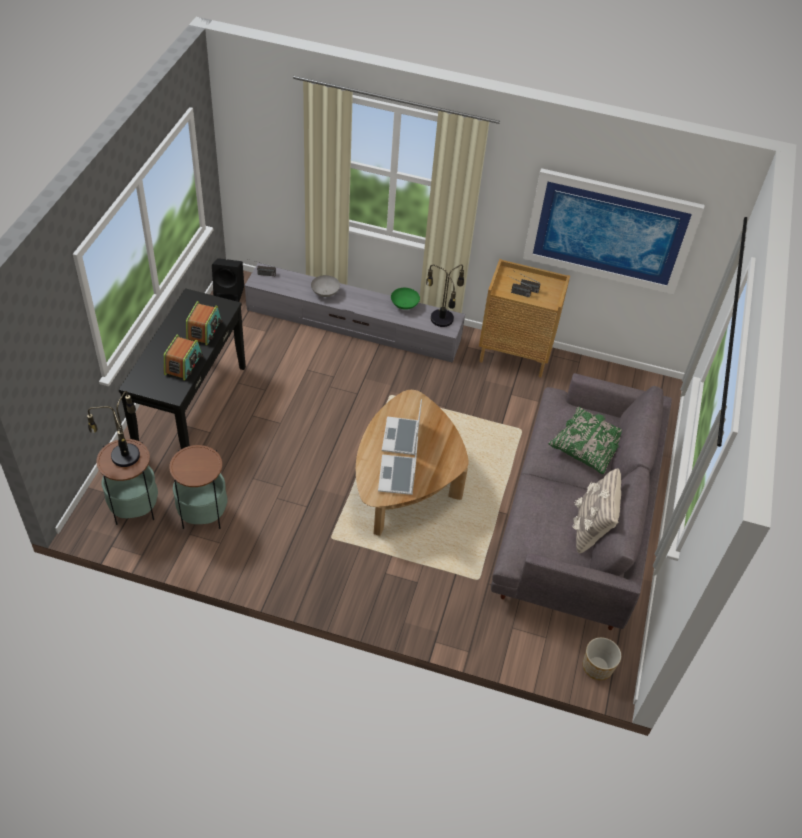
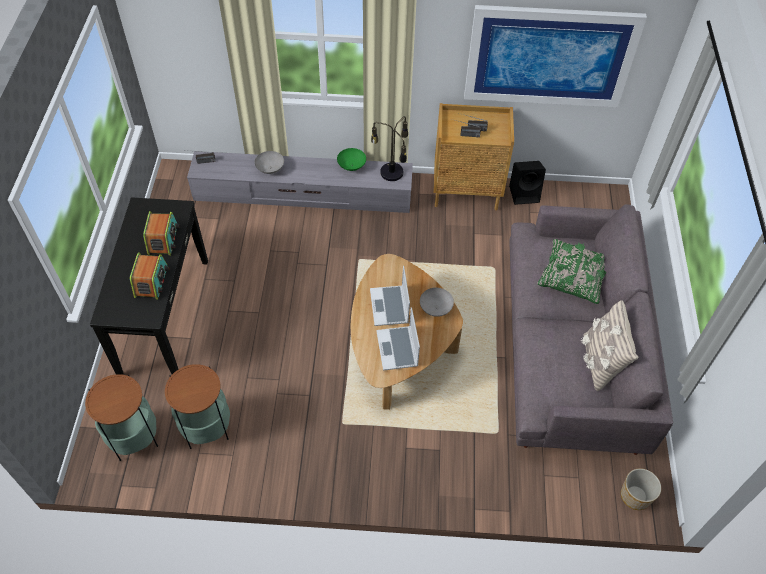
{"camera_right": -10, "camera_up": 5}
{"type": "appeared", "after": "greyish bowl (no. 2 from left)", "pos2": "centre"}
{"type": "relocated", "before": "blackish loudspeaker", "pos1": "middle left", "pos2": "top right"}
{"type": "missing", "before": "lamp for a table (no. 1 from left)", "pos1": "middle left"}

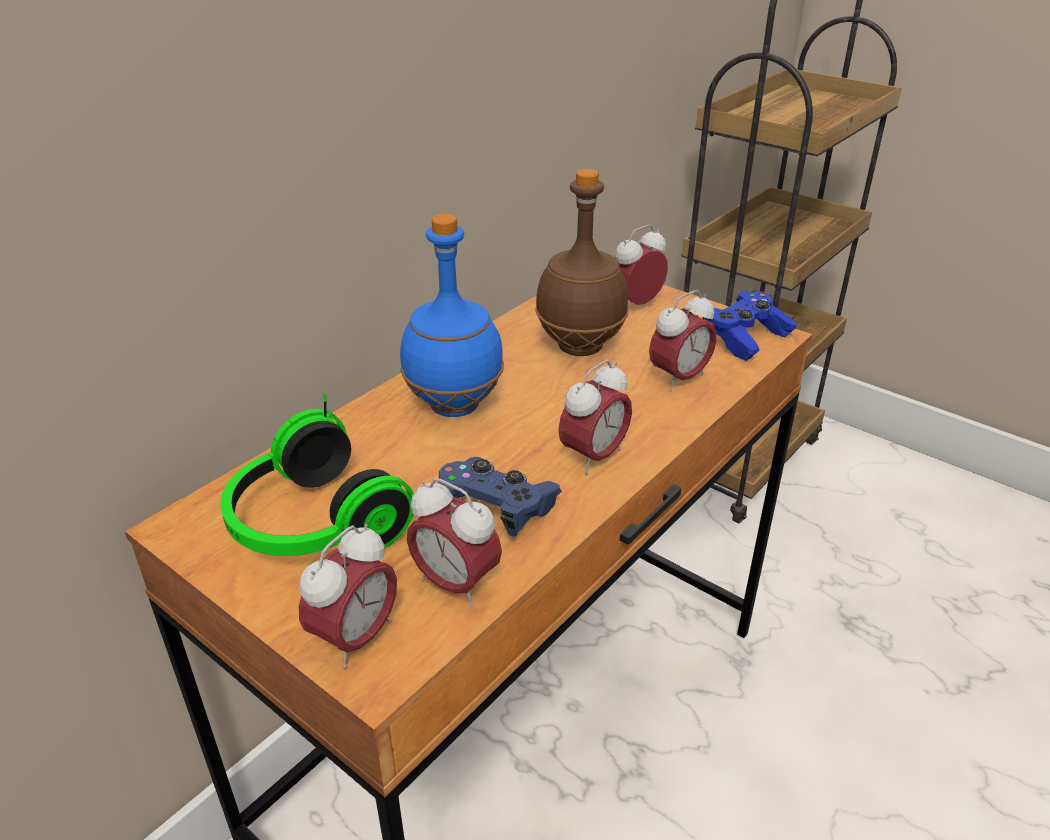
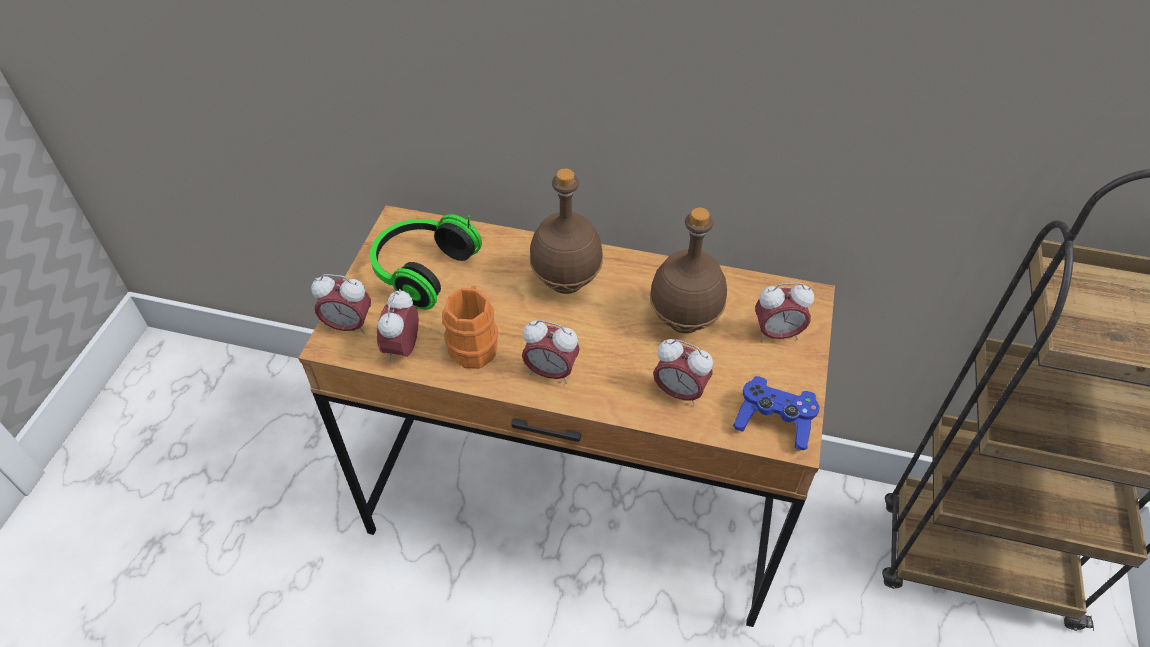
{"camera_right": 65, "camera_up": 15}
{"type": "exchanged", "before": "blue joypad (no. 1 from left)", "after": "orangey tea mug", "pos1": "centre", "pos2": "centre"}
{"type": "colour", "before": "blue beverage bottle", "after": "brownish beverage bottle (no. 1 from left)", "pos1": "centre", "pos2": "centre"}
{"type": "spun", "before": "alarm clock (no. 4 from left in the first image)", "pos1": "top centre", "pos2": "middle right", "turn": 150}

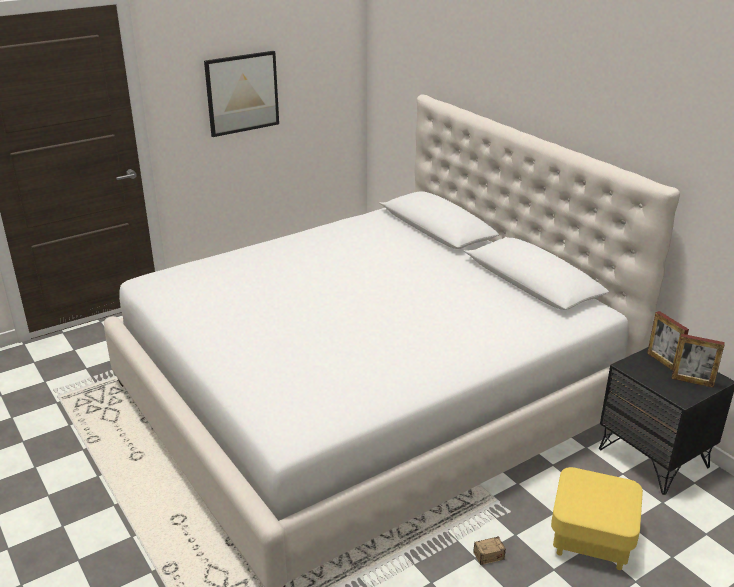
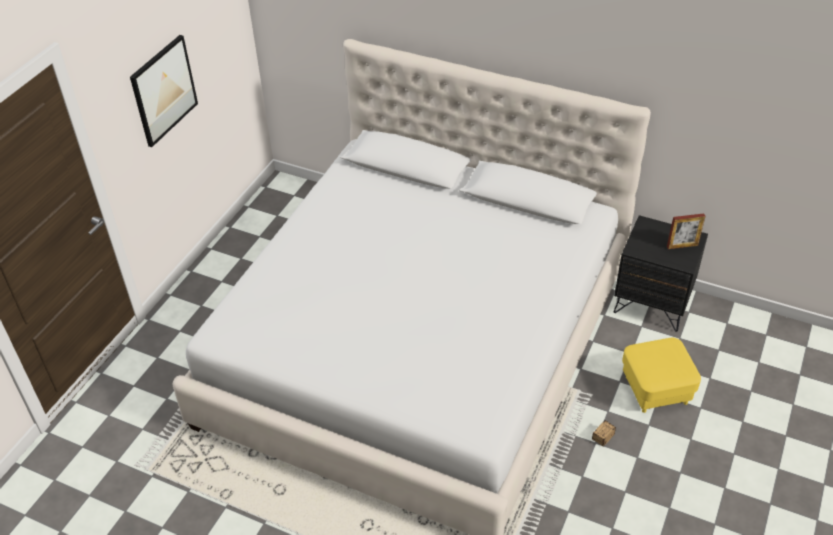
{"camera_right": -30, "camera_up": 15}
{"type": "missing", "before": "photo frame (no. 1 from left)", "pos1": "middle right"}

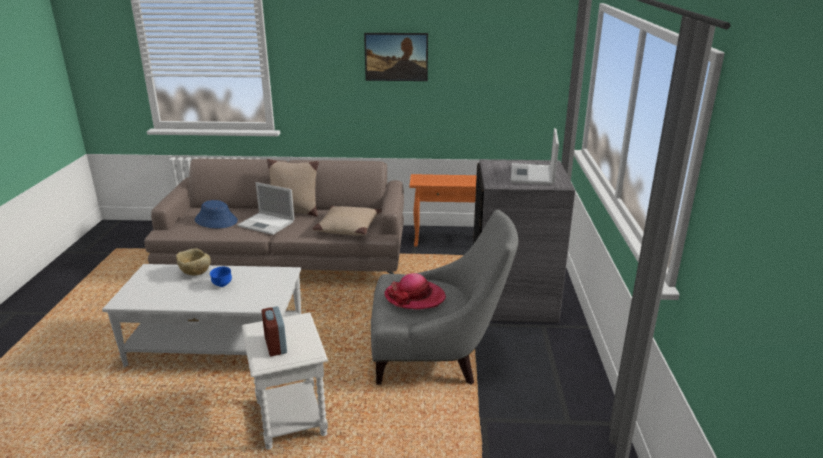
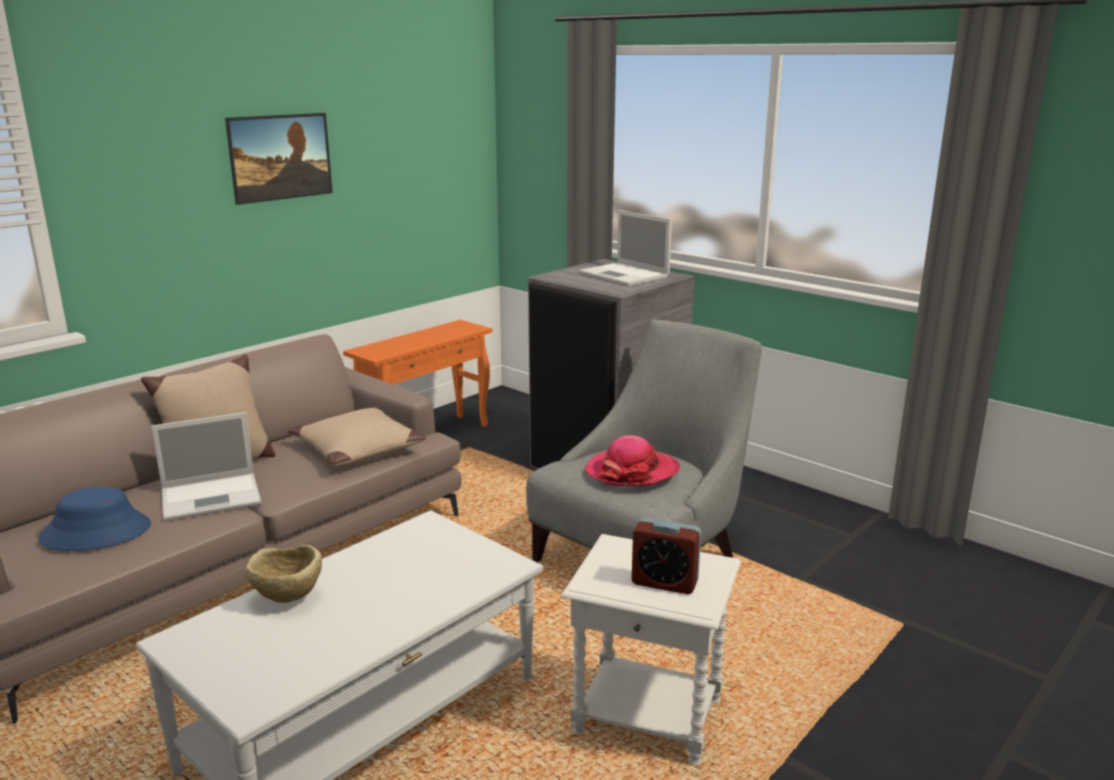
{"camera_right": -50, "camera_up": -5}
{"type": "missing", "before": "blue bowl", "pos1": "middle left"}

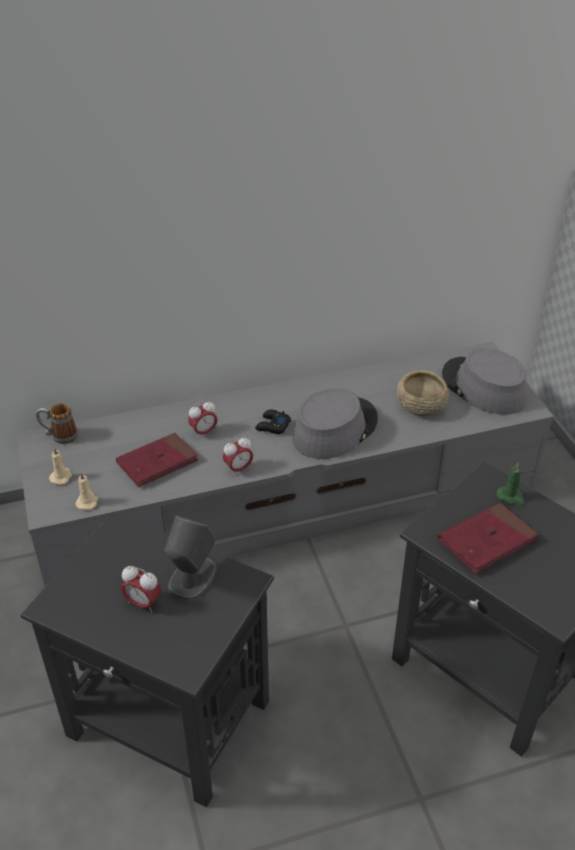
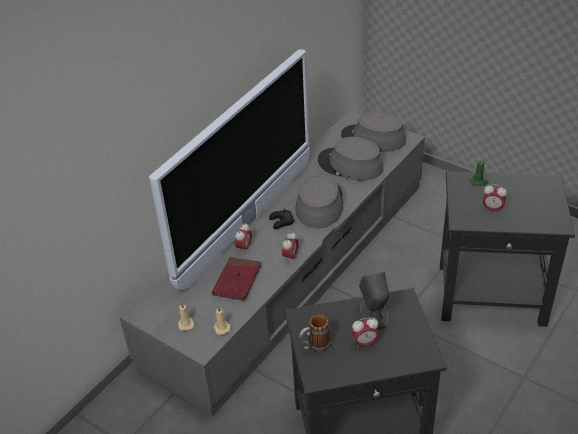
{"camera_right": -35, "camera_up": 0}
{"type": "appeared", "after": "TV", "pos2": "centre"}
{"type": "relocated", "before": "tea mug", "pos1": "middle left", "pos2": "bottom centre"}
{"type": "exchanged", "before": "beige-coloured bowl", "after": "greyish wearable hat (no. 2 from left)", "pos1": "middle right", "pos2": "centre"}
{"type": "exchanged", "before": "red-coloured bound book (no. 2 from left)", "after": "alarm clock (no. 4 from left)", "pos1": "middle right", "pos2": "middle right"}

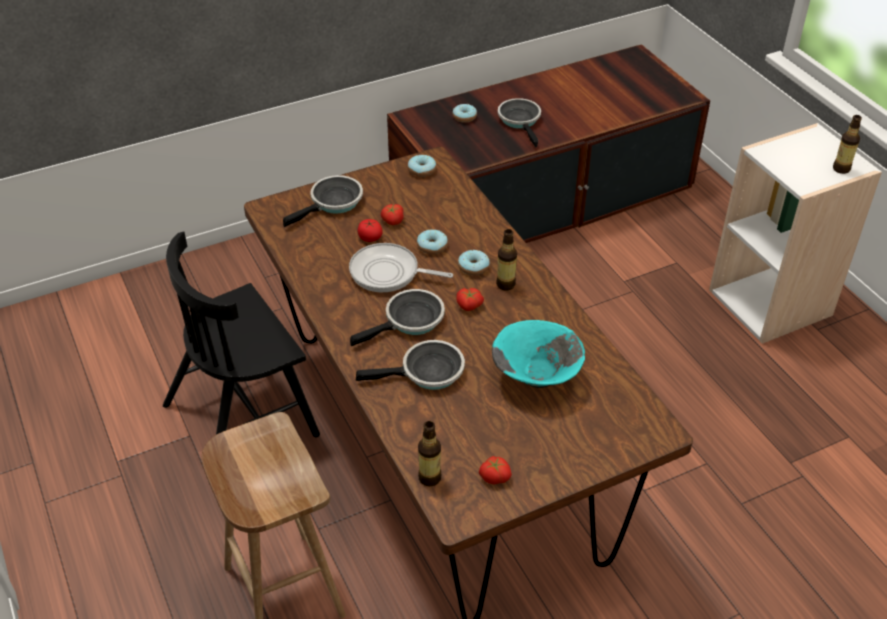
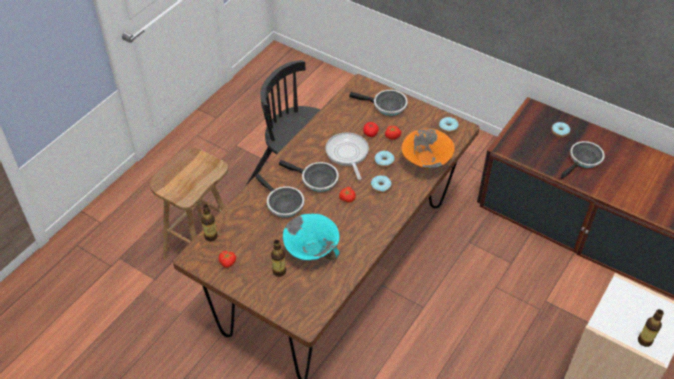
{"camera_right": 60, "camera_up": 5}
{"type": "relocated", "before": "beverage bottle (no. 2 from left)", "pos1": "centre", "pos2": "bottom centre"}
{"type": "appeared", "after": "orangey bowl", "pos2": "centre"}

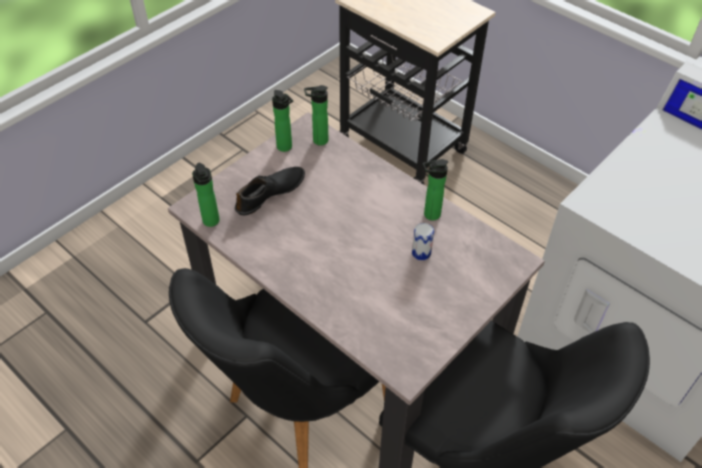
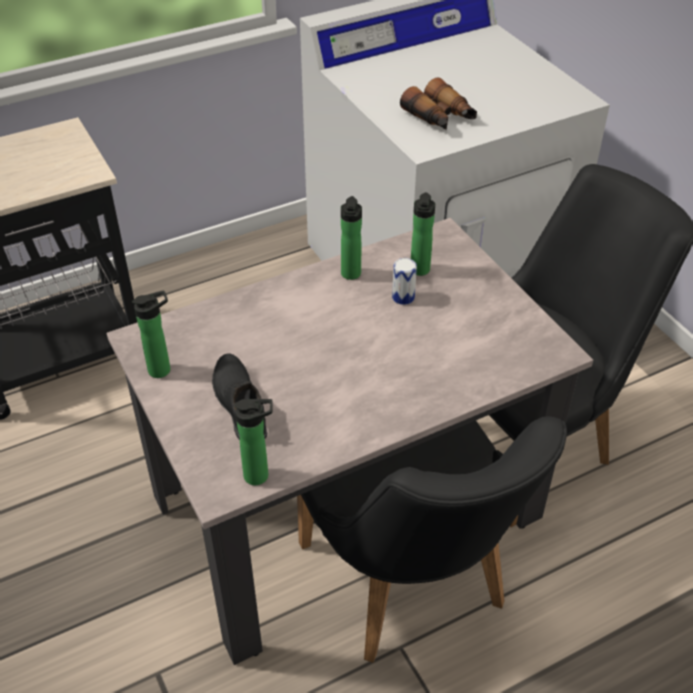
{"camera_right": -70, "camera_up": -5}
{"type": "appeared", "after": "binoculars", "pos2": "top centre"}
{"type": "relocated", "before": "beverage bottle (no. 3 from left in the first image)", "after": "beverage bottle (no. 4 from left)", "pos1": "top centre", "pos2": "centre"}

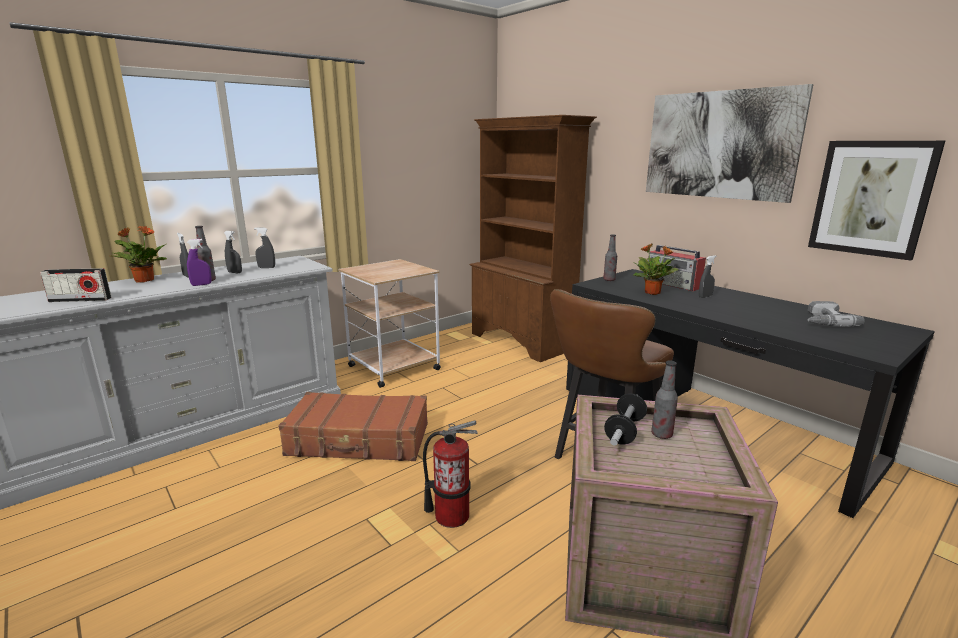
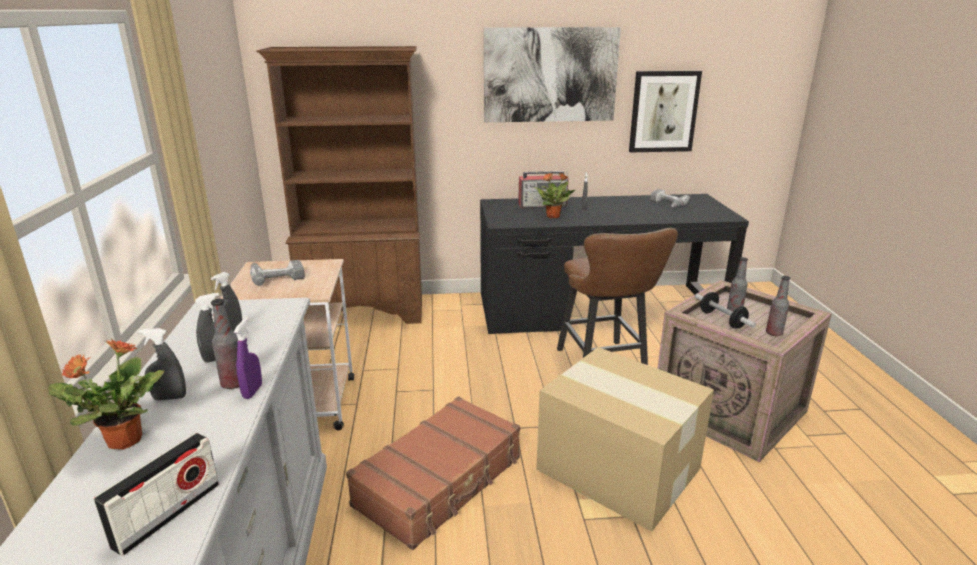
{"camera_right": -55, "camera_up": 5}
{"type": "appeared", "after": "electric drill (no. 1 from left)", "pos2": "middle left"}
{"type": "exchanged", "before": "fire extinguisher", "after": "carton", "pos1": "bottom centre", "pos2": "bottom centre"}
{"type": "relocated", "before": "beverage bottle (no. 2 from left in the first image)", "after": "beverage bottle (no. 3 from left)", "pos1": "centre", "pos2": "middle right"}

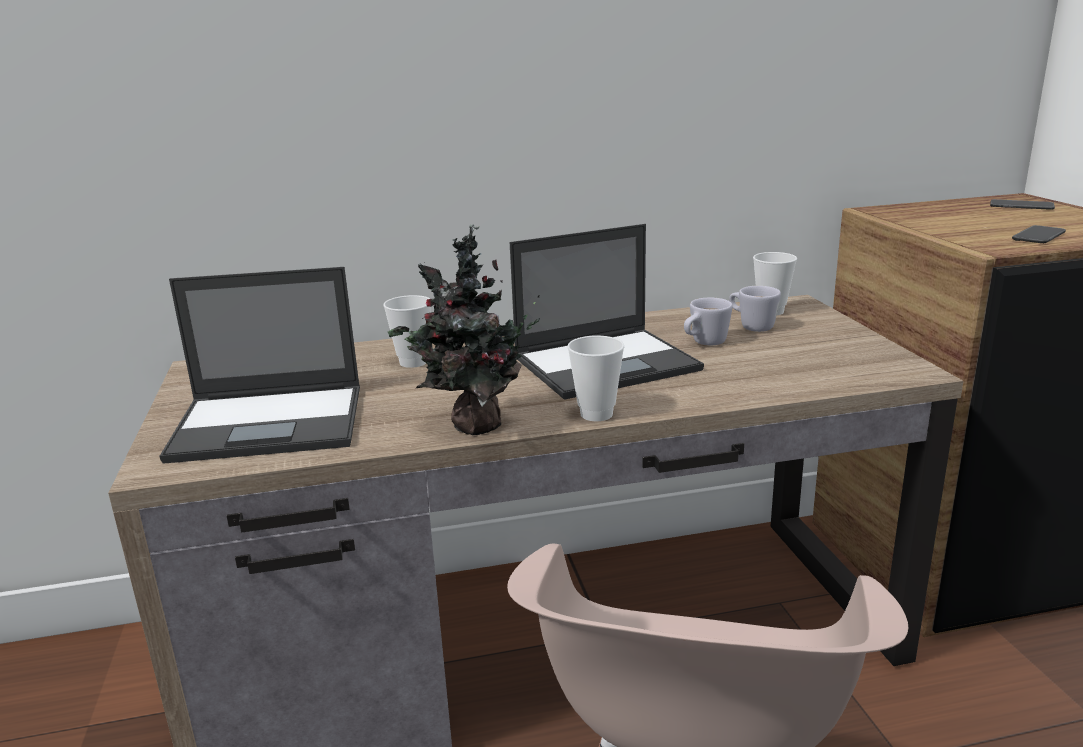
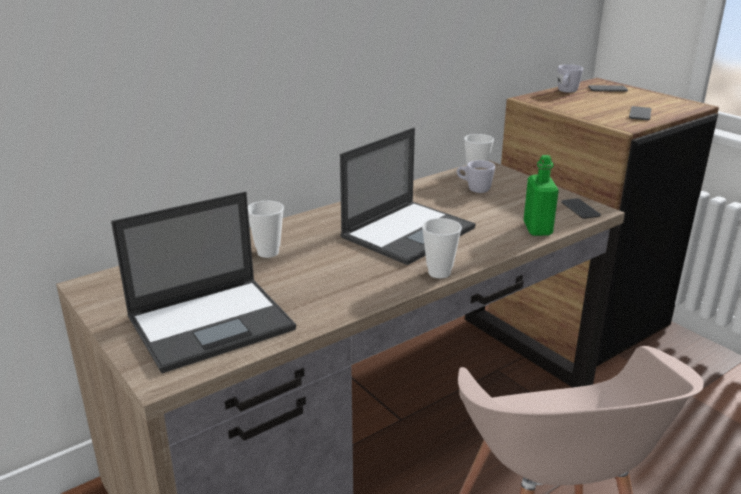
{"camera_right": -25, "camera_up": 5}
{"type": "appeared", "after": "green beverage bottle", "pos2": "middle right"}
{"type": "relocated", "before": "whitish tea mug (no. 1 from left in the first image)", "after": "whitish tea mug (no. 2 from left)", "pos1": "centre", "pos2": "top right"}
{"type": "appeared", "after": "handset (no. 1 from left)", "pos2": "middle right"}
{"type": "missing", "before": "plant in a pot", "pos1": "centre"}

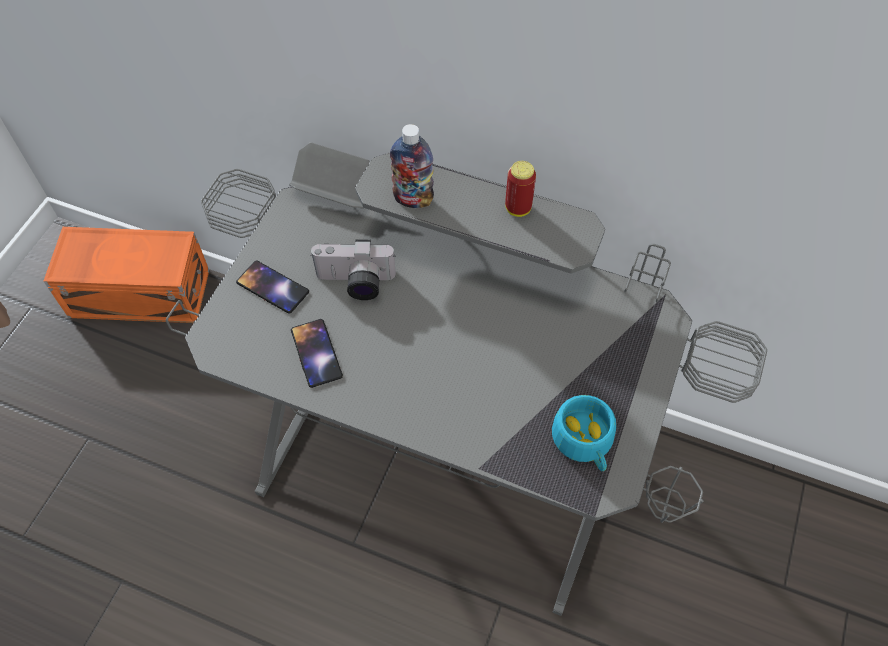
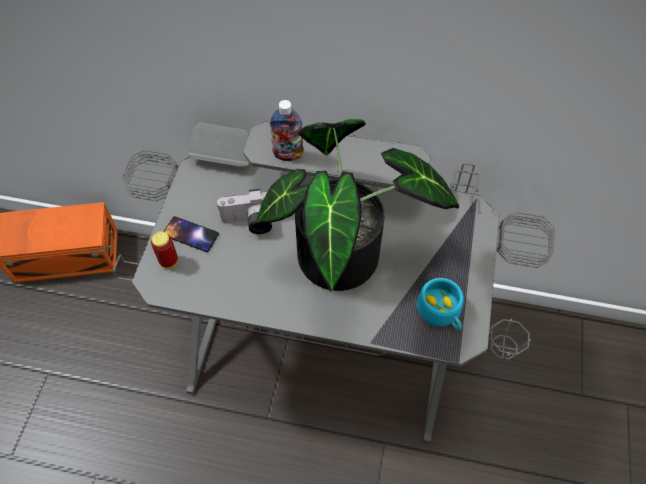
{"camera_right": -10, "camera_up": 0}
{"type": "relocated", "before": "sealed can", "pos1": "top centre", "pos2": "middle left"}
{"type": "appeared", "after": "plant in a pot", "pos2": "centre"}
{"type": "missing", "before": "handset (no. 2 from left)", "pos1": "centre"}

